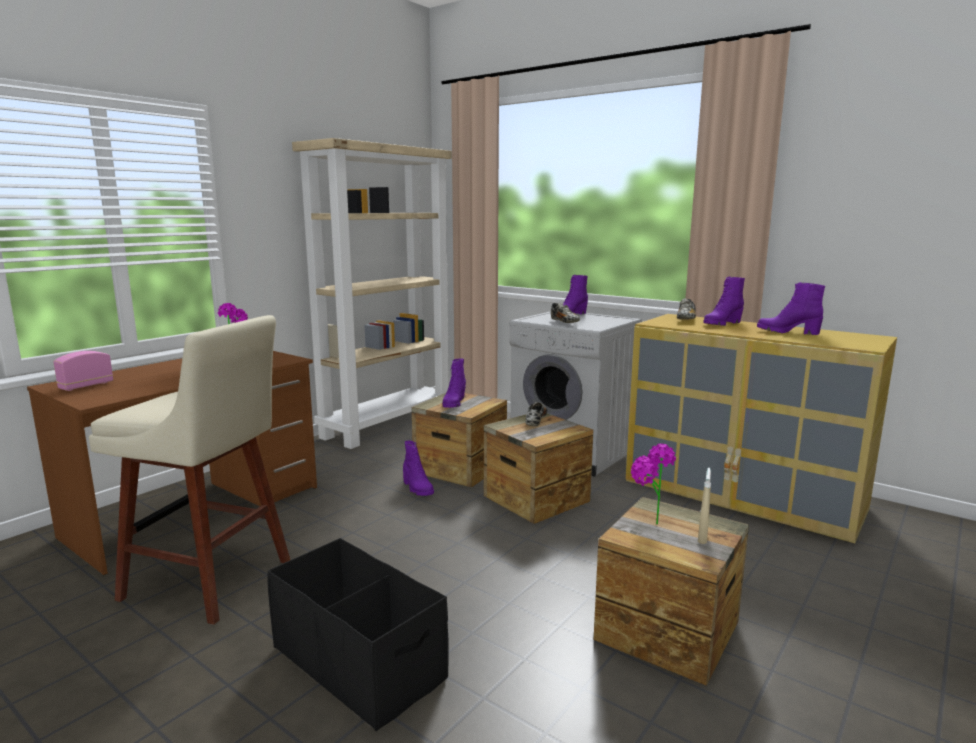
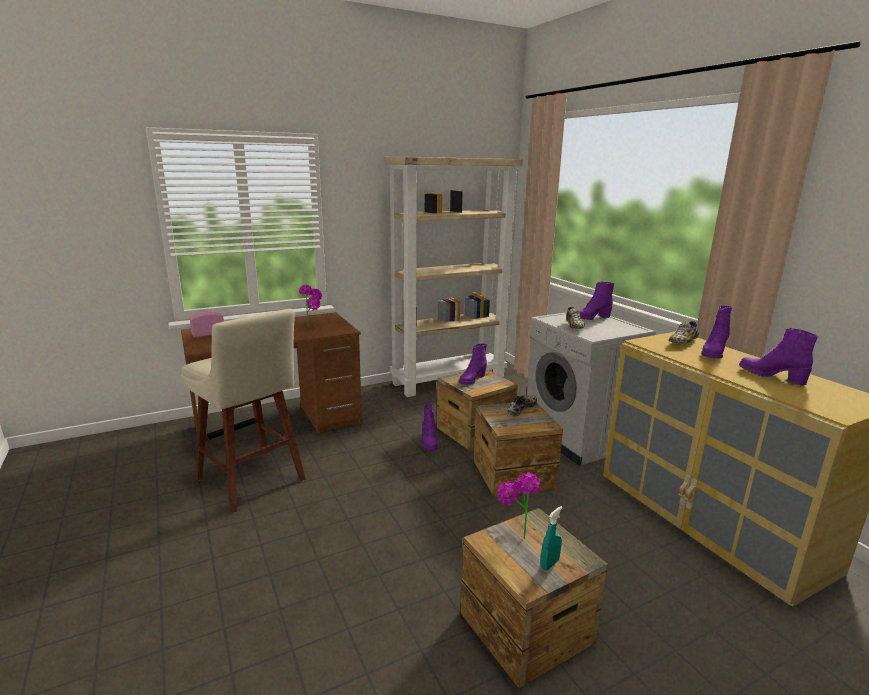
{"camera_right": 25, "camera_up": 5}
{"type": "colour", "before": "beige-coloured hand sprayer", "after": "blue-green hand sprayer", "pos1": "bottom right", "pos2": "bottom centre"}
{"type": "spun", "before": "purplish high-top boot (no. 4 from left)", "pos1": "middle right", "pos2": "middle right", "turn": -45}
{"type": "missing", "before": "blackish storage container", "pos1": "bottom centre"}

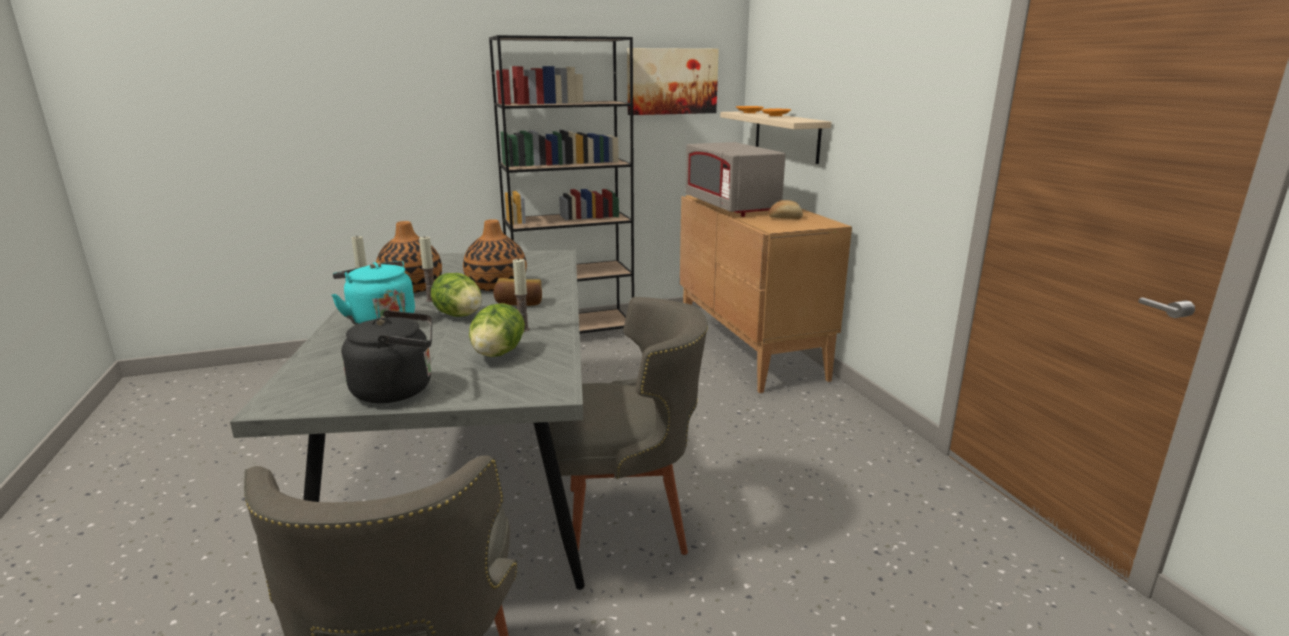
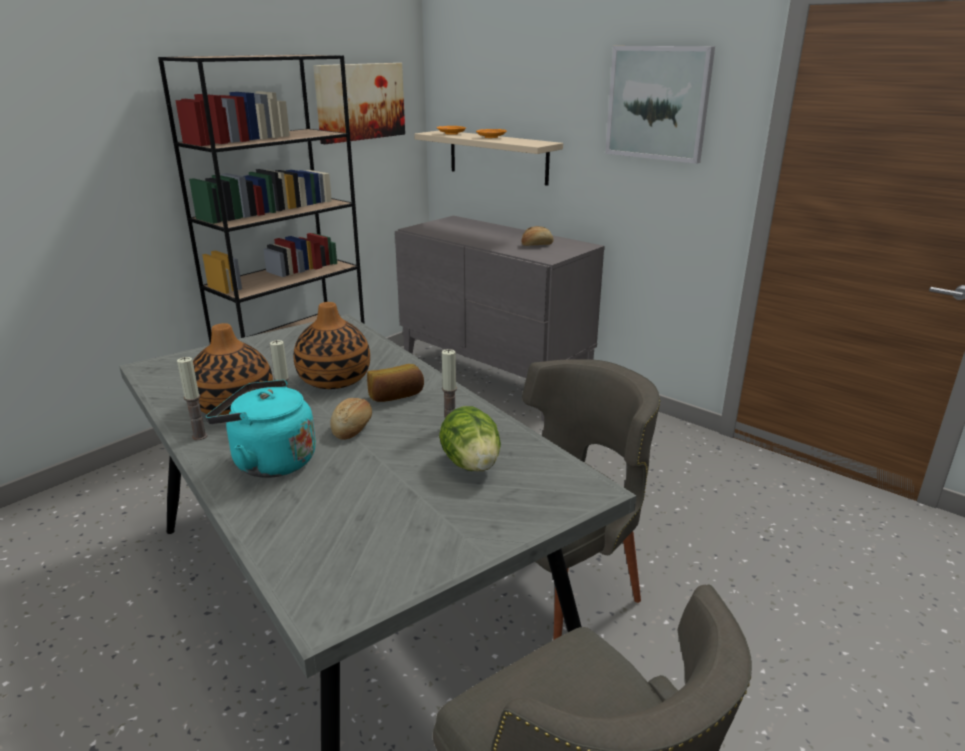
{"camera_right": -30, "camera_up": 5}
{"type": "exchanged", "before": "head of lettuce (no. 1 from left)", "after": "bread (no. 1 from left)", "pos1": "centre", "pos2": "centre"}
{"type": "colour", "before": "brownish storage cabinet", "after": "greyish storage cabinet", "pos1": "centre", "pos2": "centre"}
{"type": "appeared", "after": "picture (no. 2 from left)", "pos2": "top right"}
{"type": "missing", "before": "blackish water kettle", "pos1": "middle left"}
{"type": "missing", "before": "greyish kitchen microwave", "pos1": "top centre"}

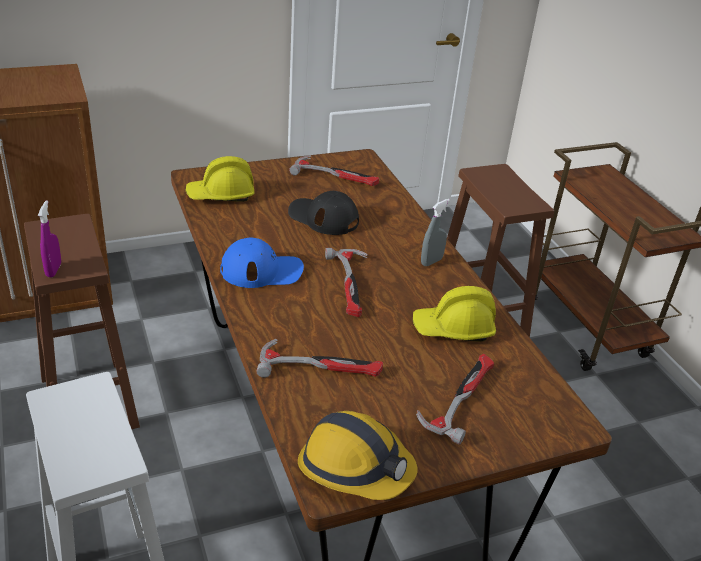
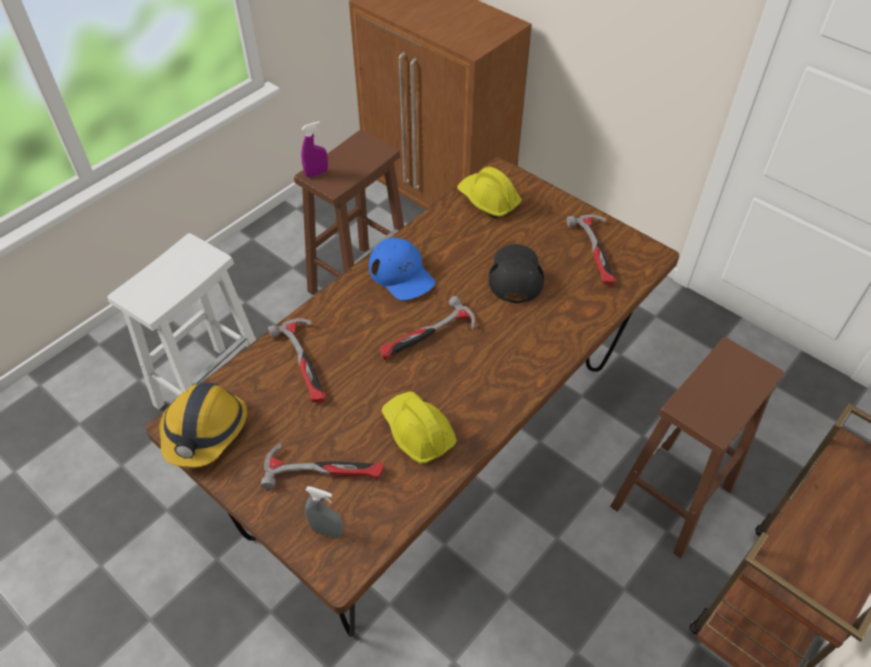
{"camera_right": 65, "camera_up": 15}
{"type": "relocated", "before": "greyish hand sprayer", "pos1": "centre", "pos2": "bottom centre"}

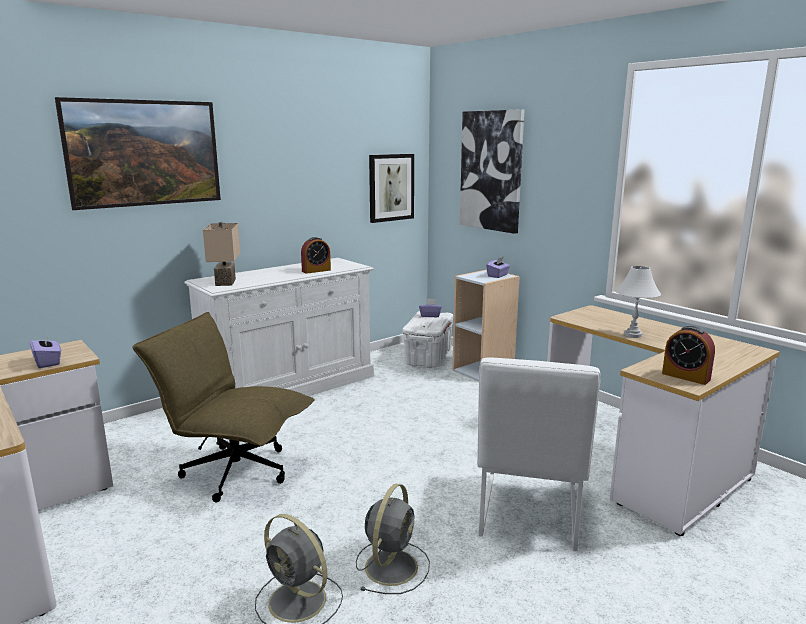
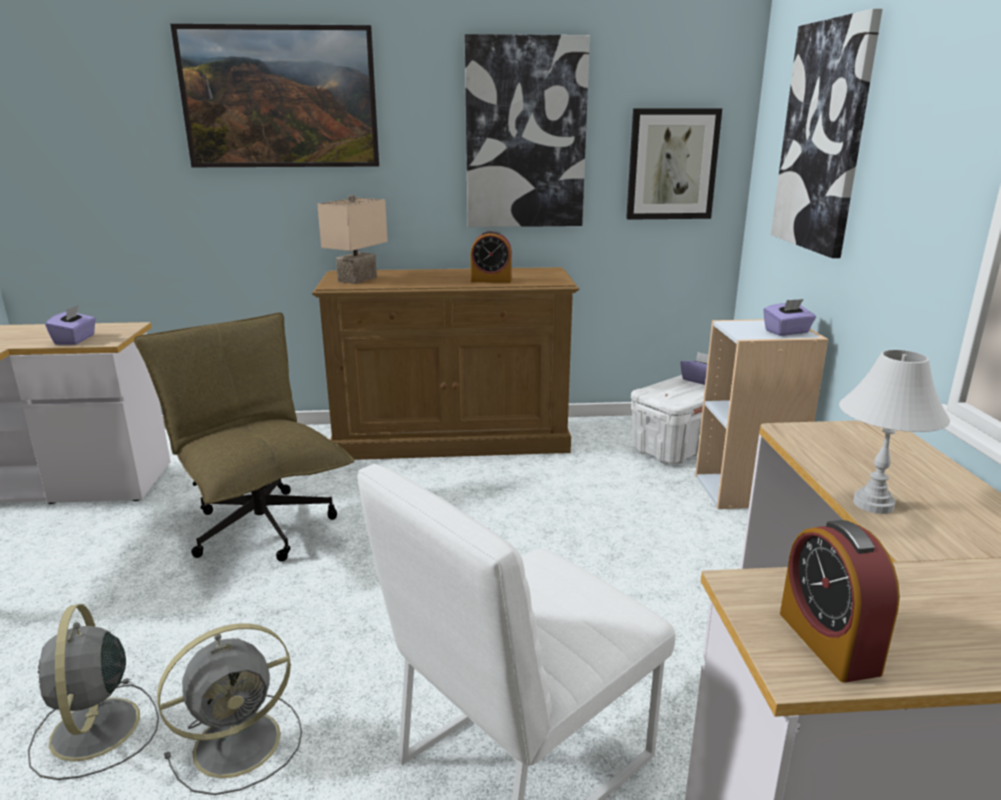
{"camera_right": 35, "camera_up": 5}
{"type": "colour", "before": "whitish storage cabinet", "after": "brownish storage cabinet", "pos1": "centre", "pos2": "centre"}
{"type": "appeared", "after": "picture (no. 2 from left)", "pos2": "top centre"}

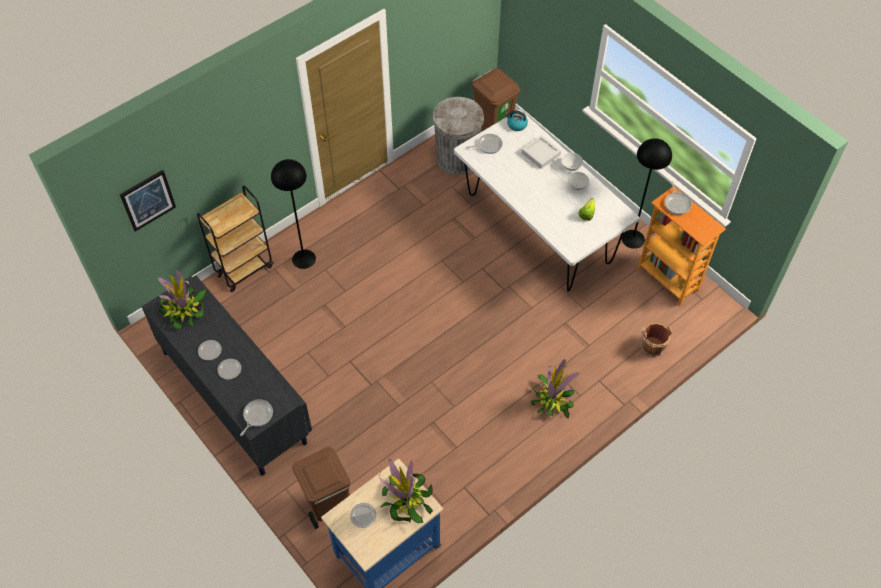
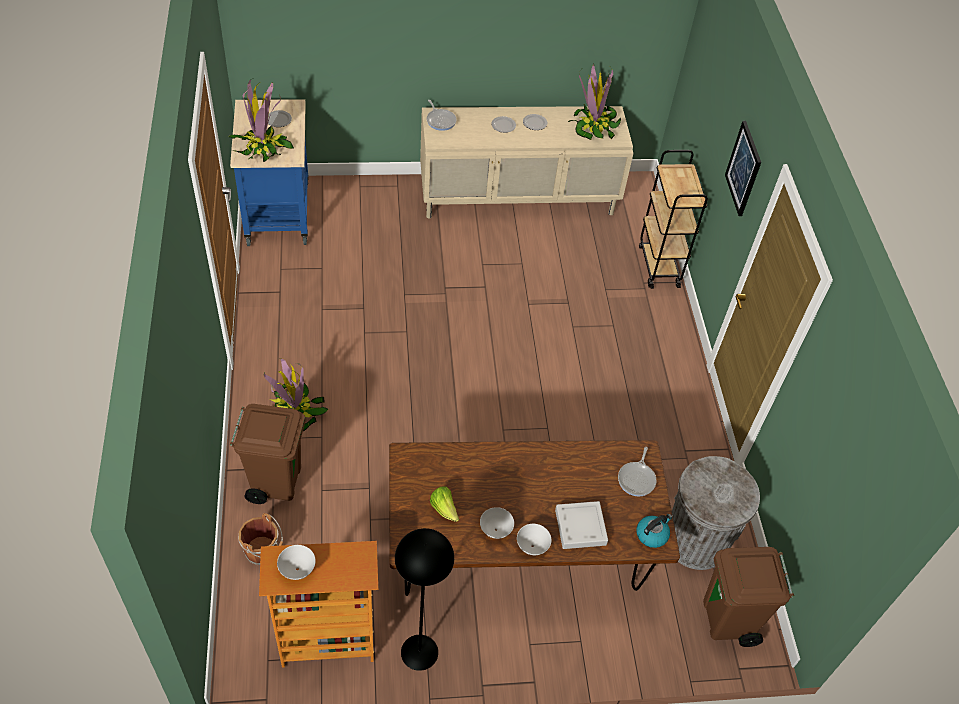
{"camera_right": 120, "camera_up": -5}
{"type": "relocated", "before": "brownish trash can (no. 1 from left)", "pos1": "bottom centre", "pos2": "middle left"}
{"type": "appeared", "after": "whitish bowl (no. 1 from left)", "pos2": "bottom left"}
{"type": "colour", "before": "whitish dining table", "after": "brownish dining table", "pos1": "centre", "pos2": "bottom centre"}
{"type": "colour", "before": "blackish storage cabinet", "after": "beige-coloured storage cabinet", "pos1": "middle left", "pos2": "top centre"}
{"type": "relocated", "before": "picture", "pos1": "middle left", "pos2": "top right"}
{"type": "missing", "before": "blackish standard lamp (no. 1 from left)", "pos1": "middle left"}
{"type": "missing", "before": "pan (no. 3 from left)", "pos1": "middle right"}

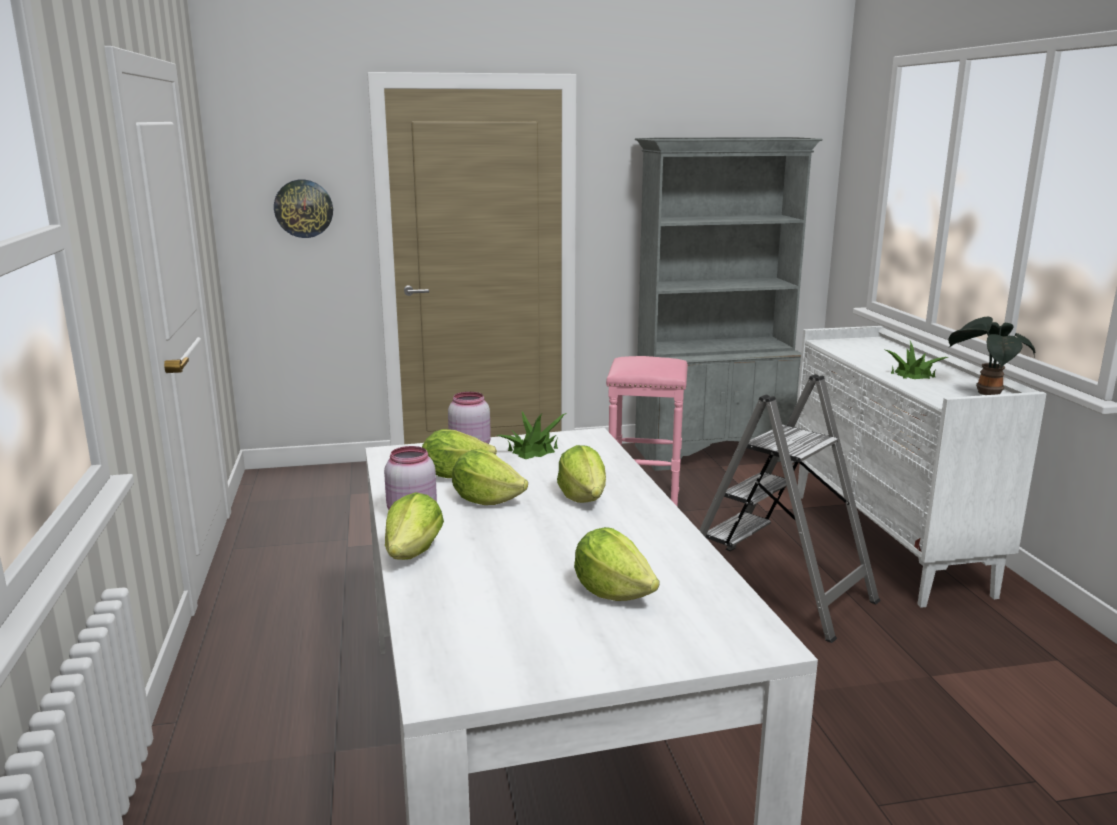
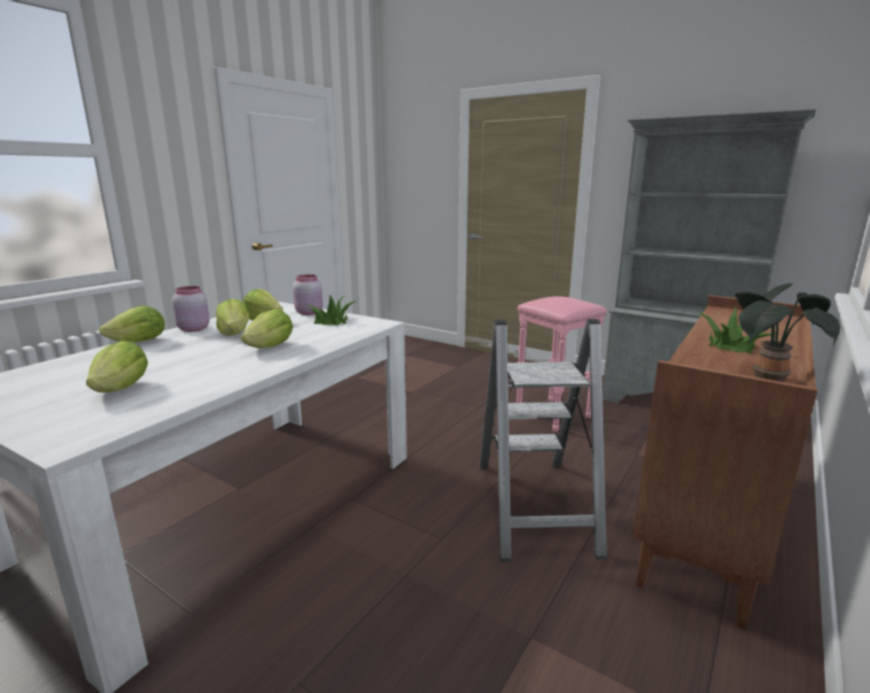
{"camera_right": 45, "camera_up": 0}
{"type": "colour", "before": "whitish storage cabinet", "after": "brownish storage cabinet", "pos1": "middle right", "pos2": "bottom right"}
{"type": "missing", "before": "hanging clock", "pos1": "top left"}

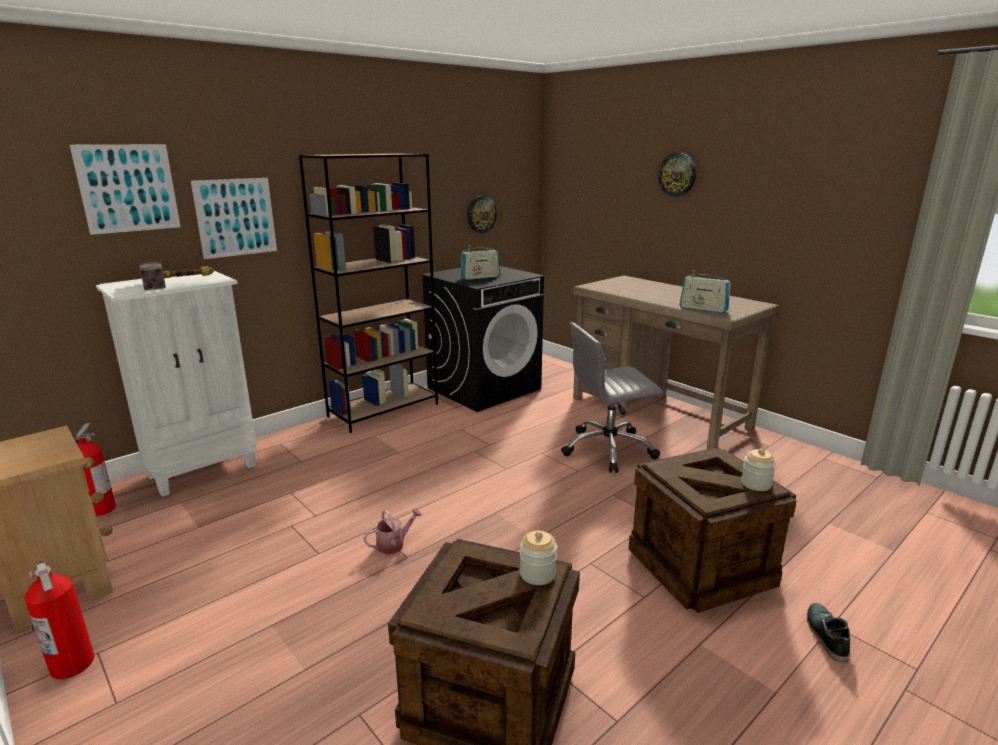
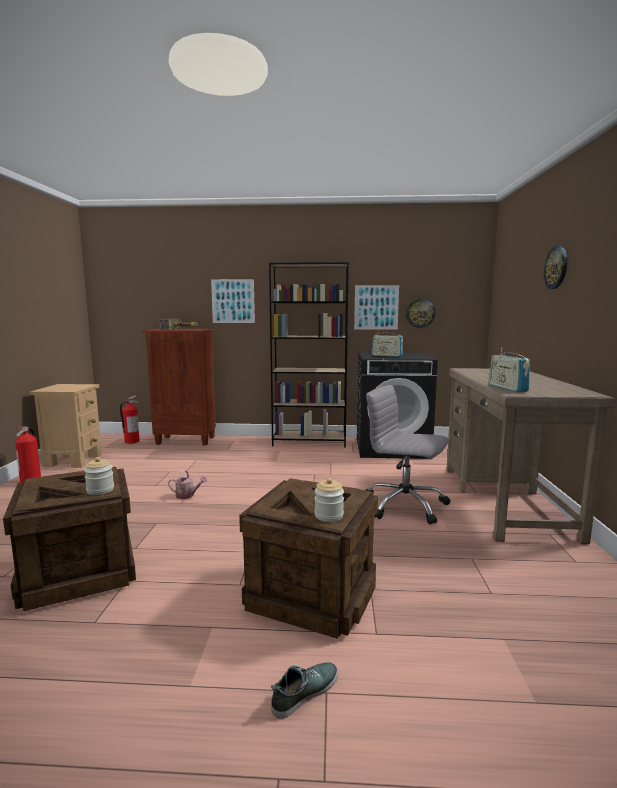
{"camera_right": 45, "camera_up": -10}
{"type": "colour", "before": "whitish storage cabinet", "after": "brownish storage cabinet", "pos1": "middle left", "pos2": "middle left"}
{"type": "relocated", "before": "picture (no. 1 from left in the first image)", "after": "picture (no. 2 from left)", "pos1": "top left", "pos2": "centre"}

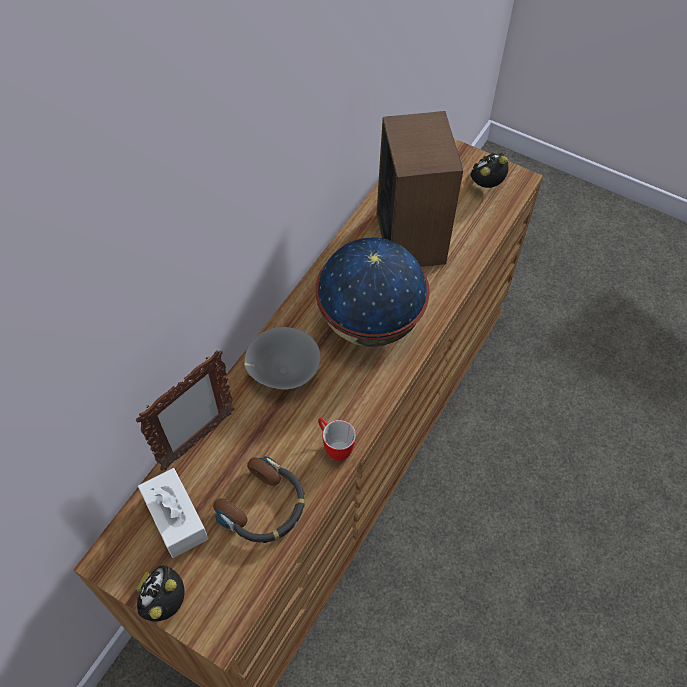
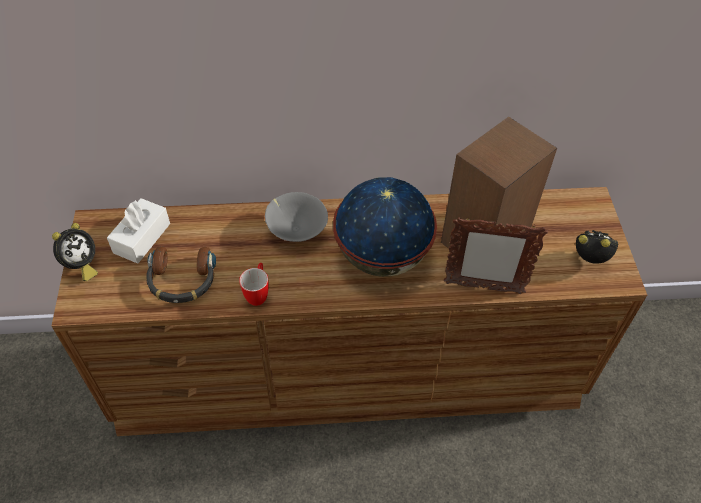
{"camera_right": 55, "camera_up": -5}
{"type": "spun", "before": "alarm clock (no. 1 from left)", "pos1": "bottom left", "pos2": "middle left", "turn": 135}
{"type": "relocated", "before": "photo frame", "pos1": "middle left", "pos2": "middle right"}

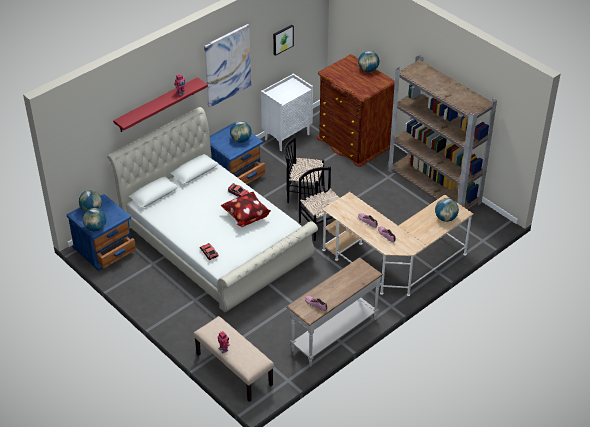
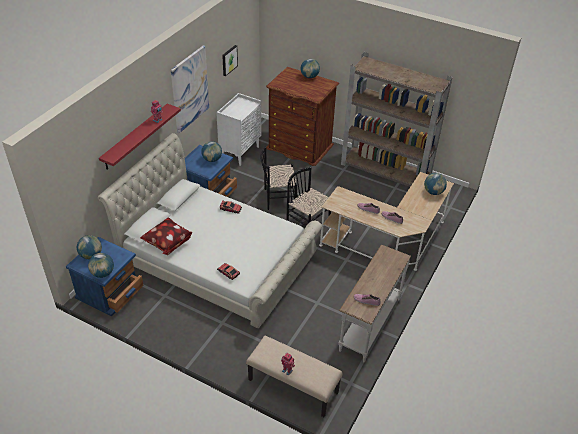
{"camera_right": -20, "camera_up": 0}
{"type": "relocated", "before": "cushion", "pos1": "centre", "pos2": "middle left"}

